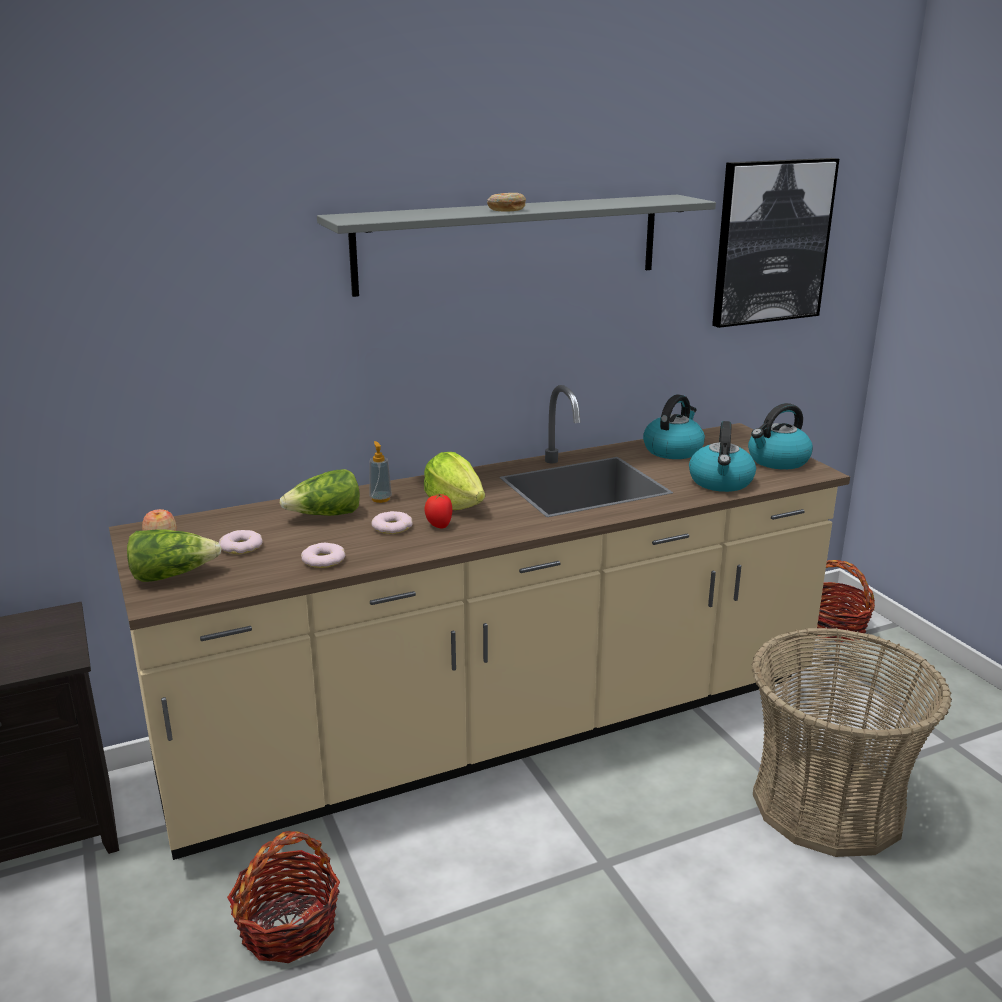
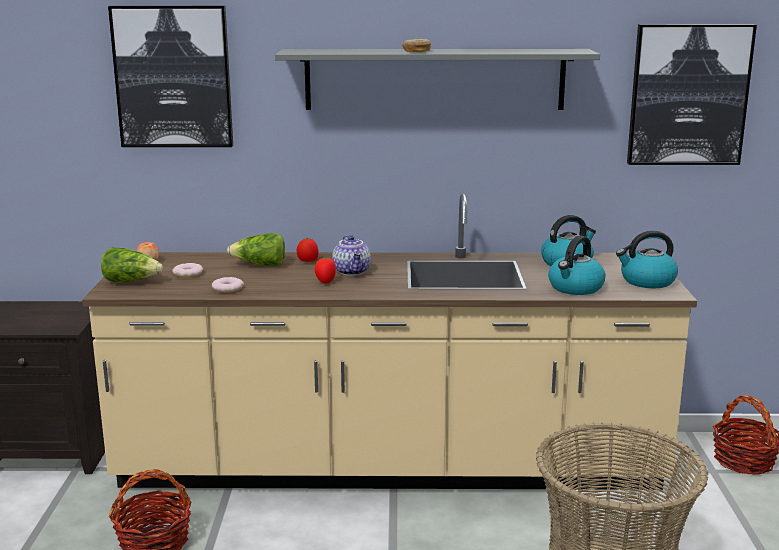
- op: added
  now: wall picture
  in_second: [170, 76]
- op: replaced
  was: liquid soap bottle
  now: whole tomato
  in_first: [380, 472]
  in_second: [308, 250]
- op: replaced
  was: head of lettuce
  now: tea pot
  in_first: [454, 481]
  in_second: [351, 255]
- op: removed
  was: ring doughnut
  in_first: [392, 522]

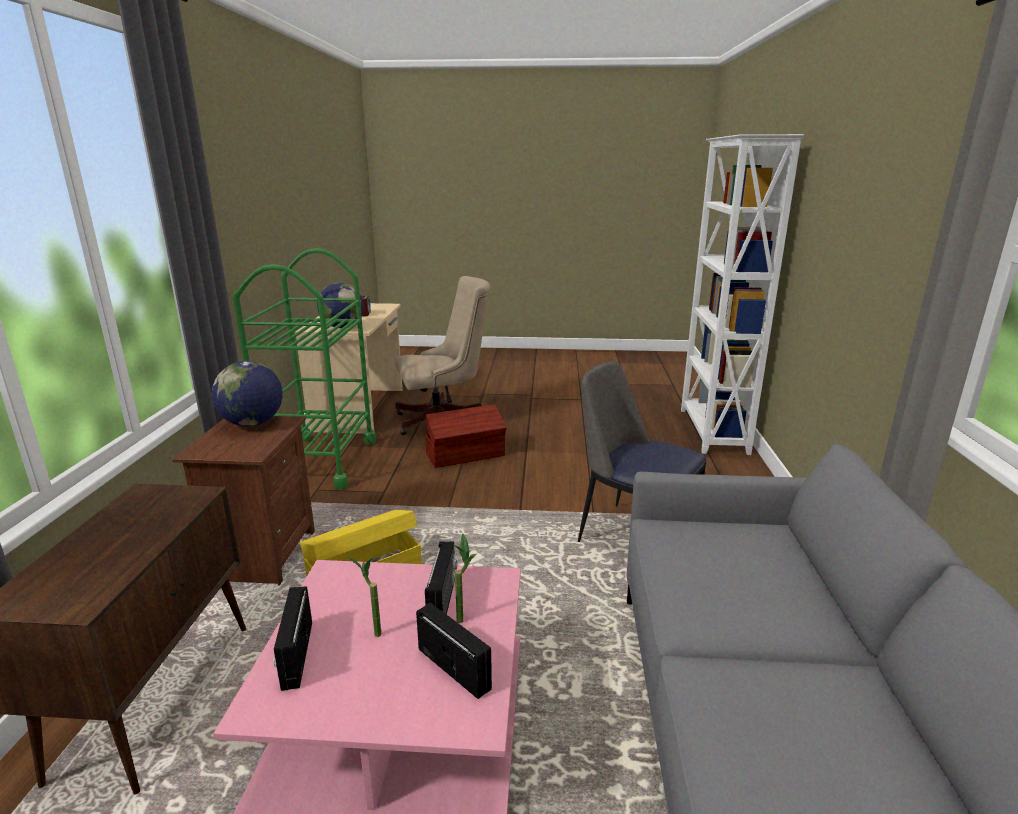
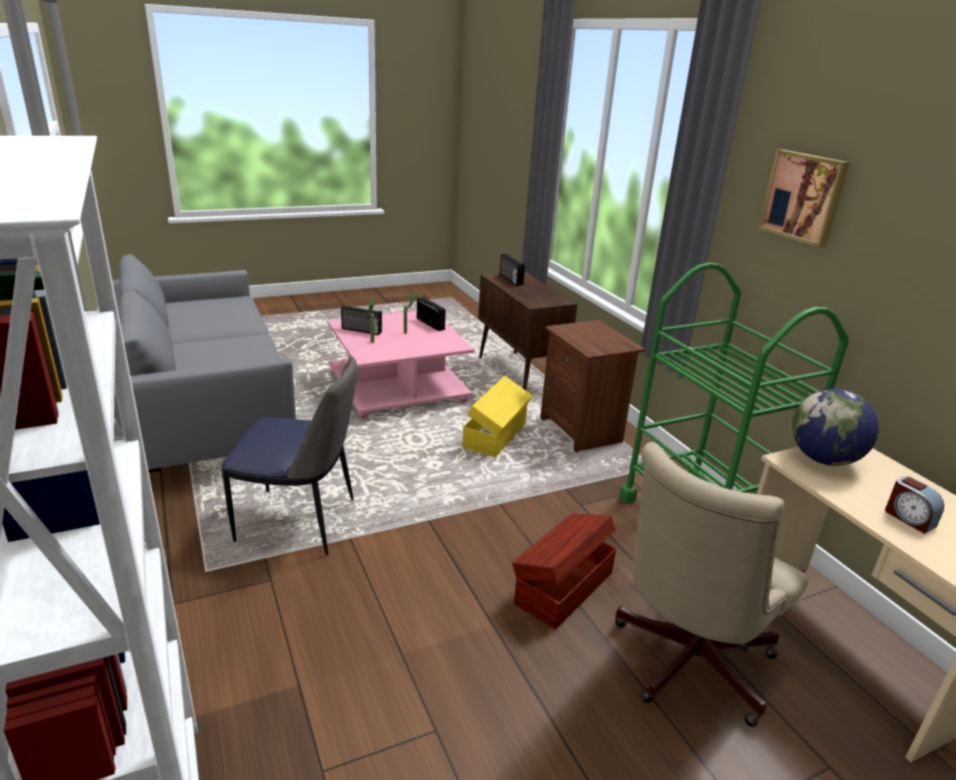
- op: moved
  was: radio receiver
  in_first: [441, 577]
  in_second: [512, 270]
- op: added
  now: wall picture
  in_second: [804, 198]
- op: removed
  was: desk globe
  in_first: [247, 394]

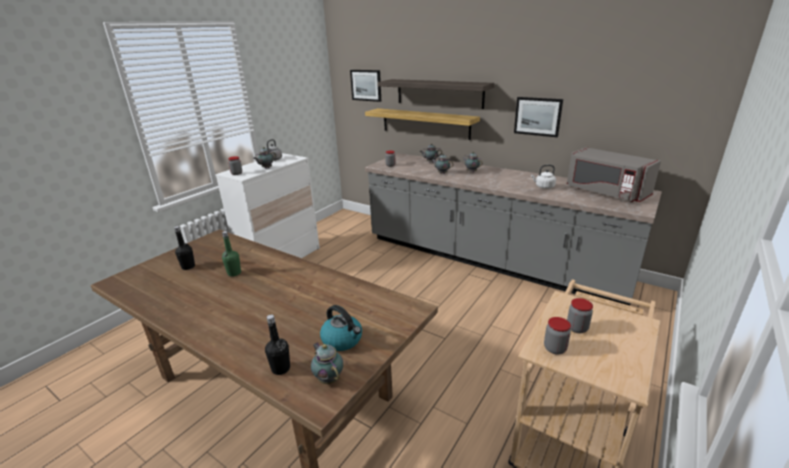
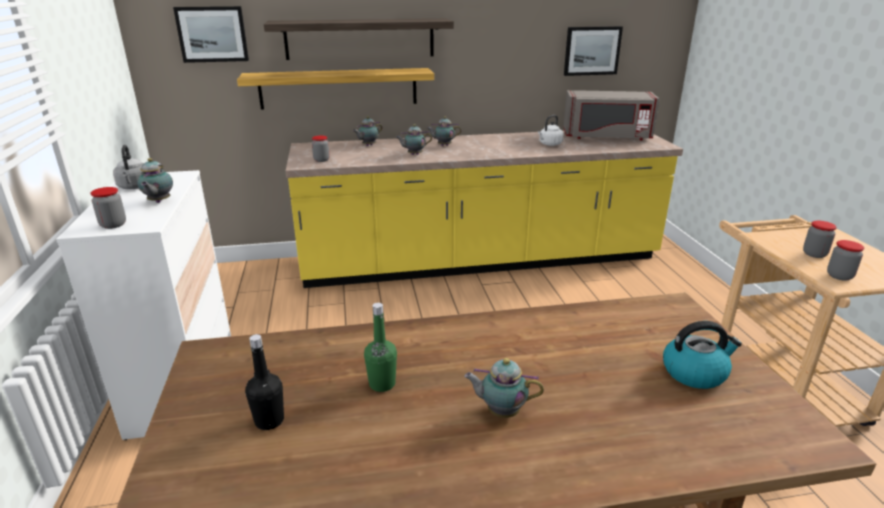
- op: recoloured
  was: gray counter
  now: yellow-coloured counter
  in_first: [513, 229]
  in_second: [484, 209]
- op: moved
  was: tea pot
  in_first: [327, 363]
  in_second: [504, 388]
- op: moved
  was: wall picture
  in_first: [538, 117]
  in_second: [593, 51]
- op: removed
  was: blackish bottle
  in_first: [277, 345]

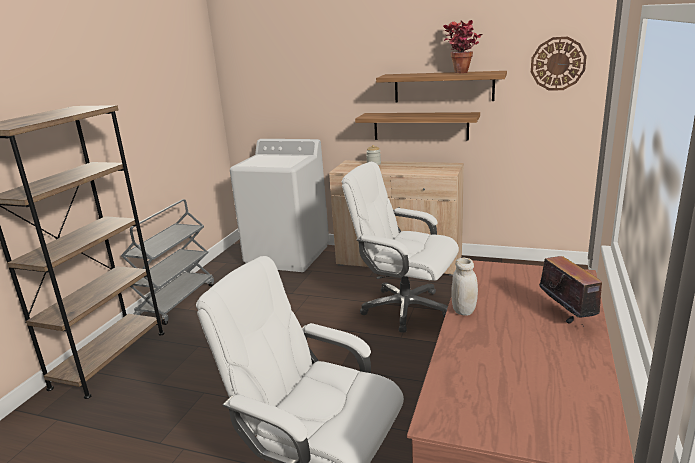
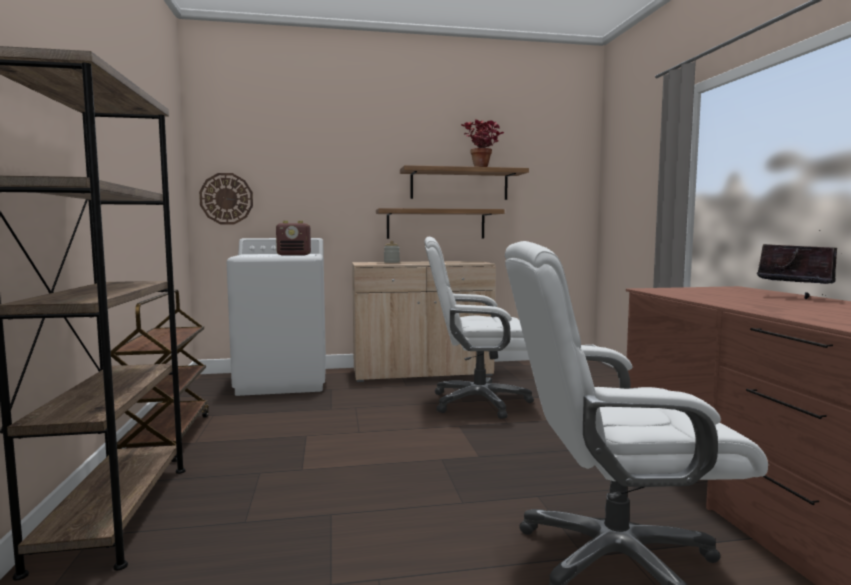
- op: recoloured
  was: gray cart
  now: brown cart
  in_first: [167, 262]
  in_second: [160, 376]
- op: moved
  was: wall clock
  in_first: [559, 64]
  in_second: [226, 198]
- op: added
  now: radio receiver
  in_second: [293, 238]
- op: removed
  was: whitish storage jar
  in_first: [464, 286]

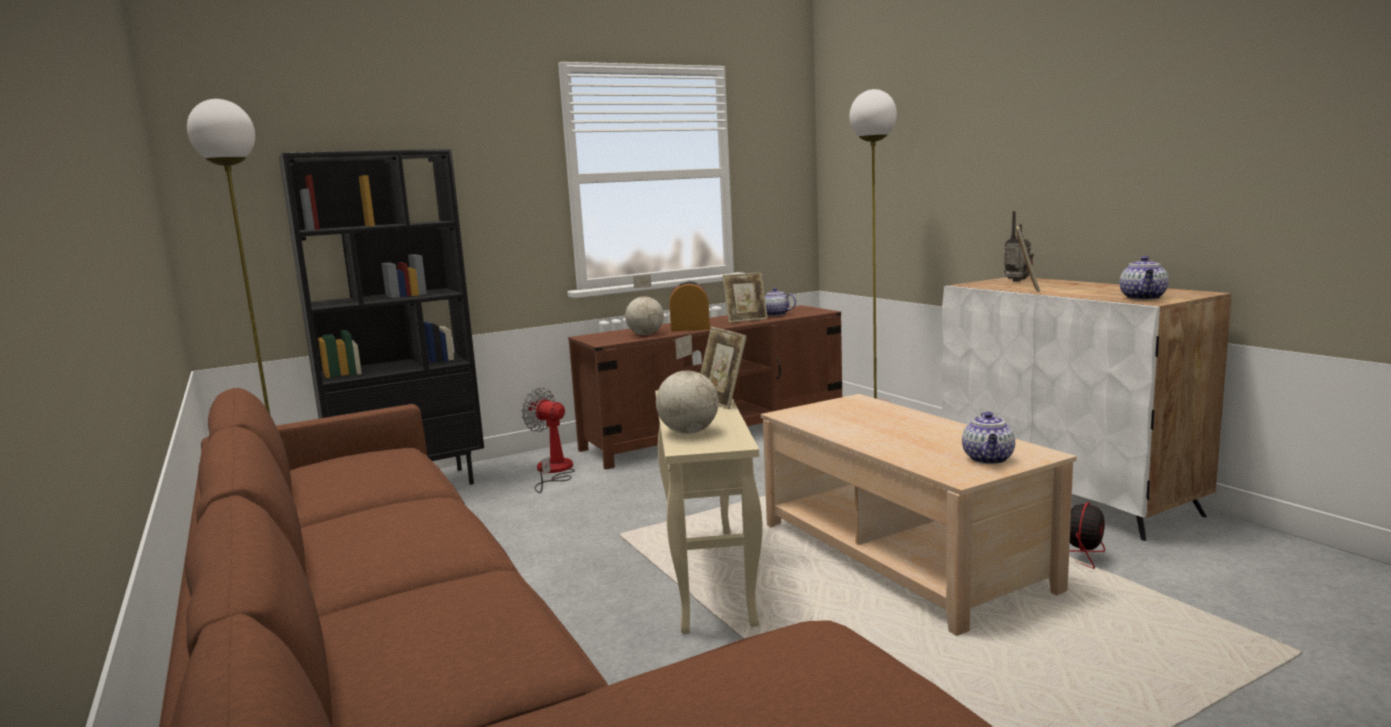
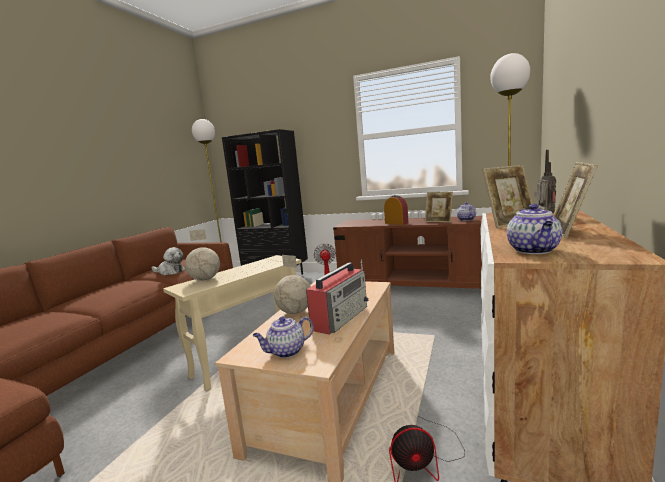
- op: added
  now: soft toy
  in_second: [168, 261]
- op: moved
  was: desk globe
  in_first: [644, 305]
  in_second: [292, 284]
- op: added
  now: radio receiver
  in_second: [337, 297]
- op: turned
  was: tea pot
  in_first: [1144, 278]
  in_second: [534, 229]
  clockwise: -60
- op: moved
  was: photo frame
  in_first: [723, 368]
  in_second: [576, 200]

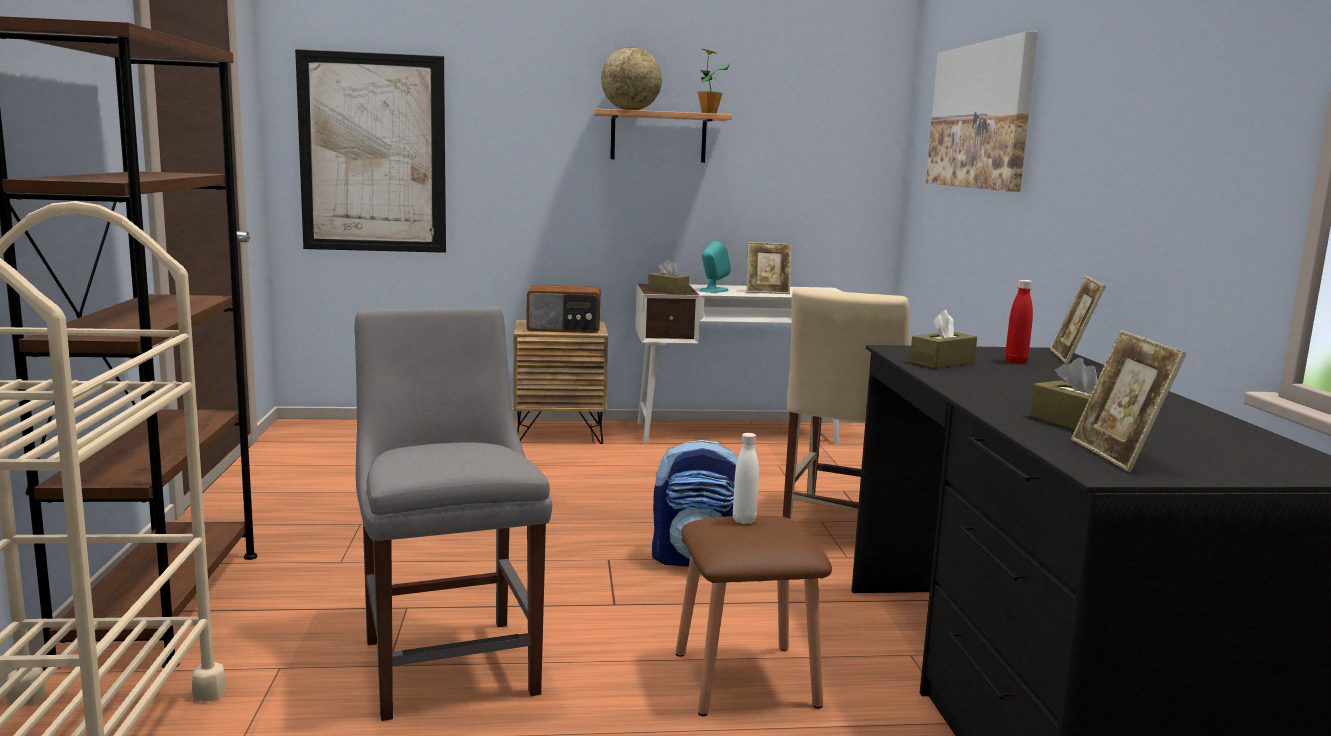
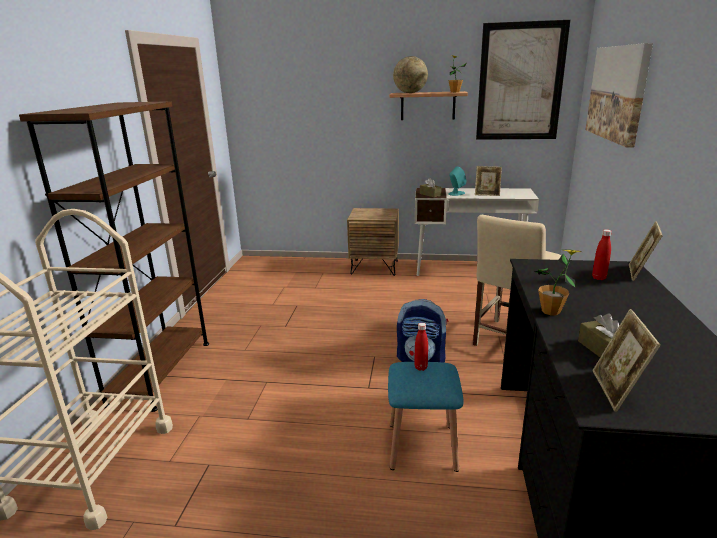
- op: recoloured
  was: brown sitting stool
  now: bluish sitting stool
  in_first: [754, 616]
  in_second: [426, 417]
- op: recoloured
  was: whitish bottle
  now: red bottle
  in_first: [746, 478]
  in_second: [421, 347]
- op: moved
  was: wall picture
  in_first: [370, 151]
  in_second: [523, 80]
- op: added
  now: plant in a pot
  in_second: [558, 282]
- op: removed
  was: gray chair
  in_first: [453, 514]
- op: removed
  was: radio receiver
  in_first: [564, 309]
- op: removed
  was: brown box of tissues
  in_first: [943, 339]

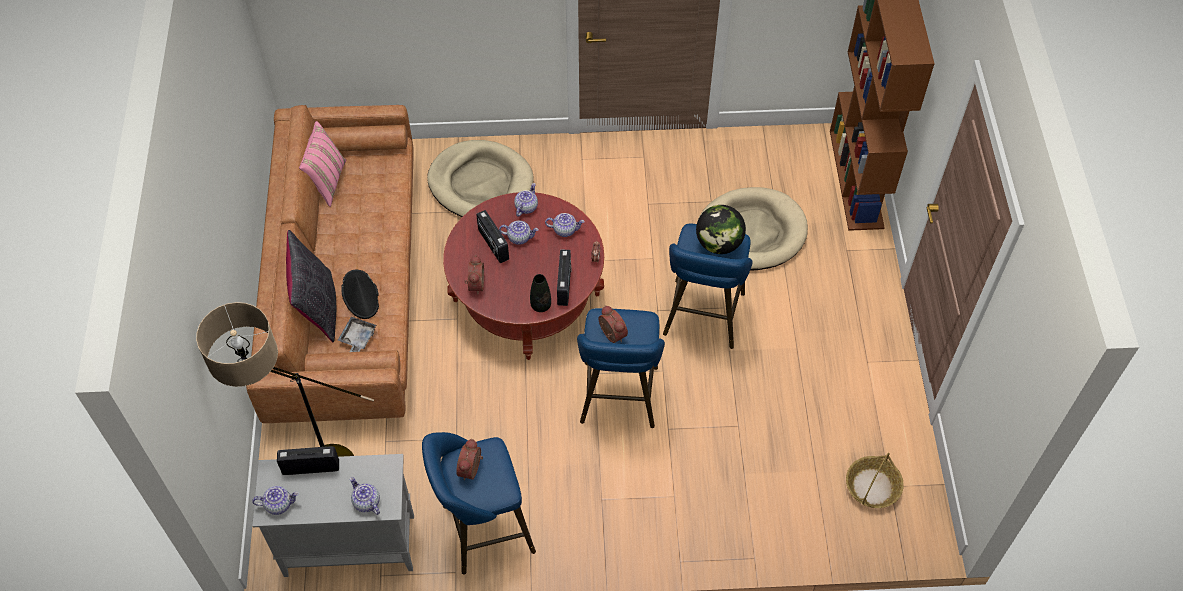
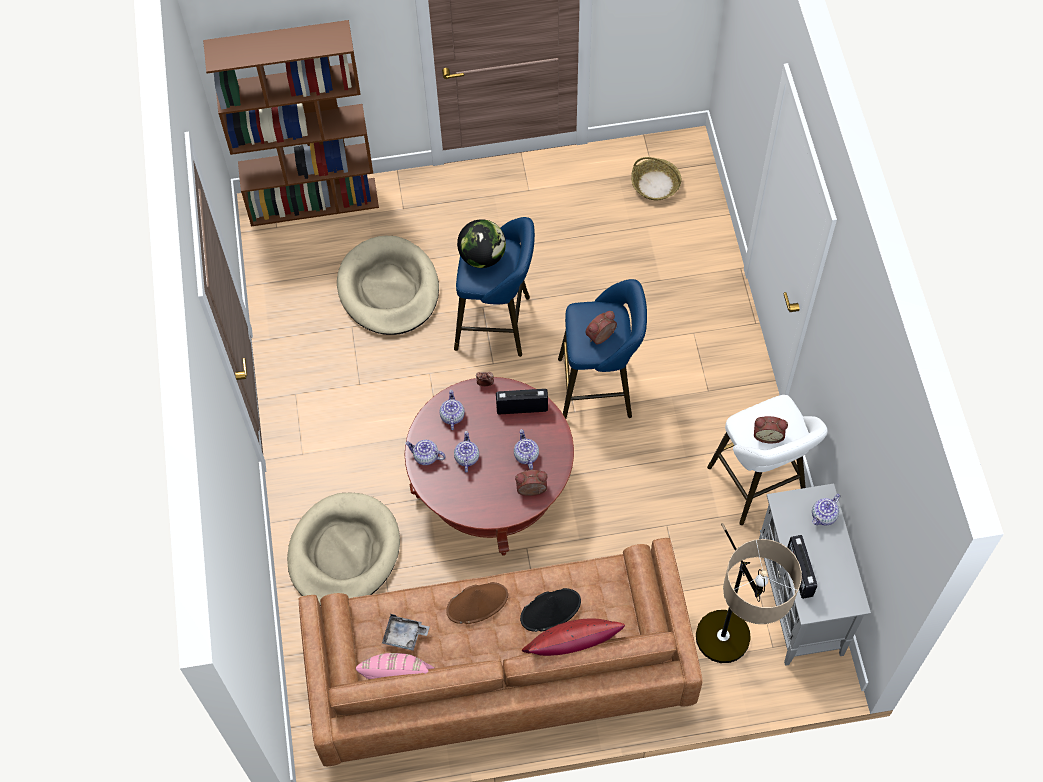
- op: moved
  was: gray carrying tray
  in_first: [357, 334]
  in_second: [405, 632]
- op: added
  now: brown wearable hat
  in_second: [477, 603]
- op: moved
  was: tea pot
  in_first: [275, 500]
  in_second: [526, 449]
- op: recoloured
  was: blackish cushion
  now: red cushion
  in_first: [311, 286]
  in_second: [573, 637]
- op: recoloured
  was: bluish sitting stool
  now: whitish sitting stool
  in_first: [479, 503]
  in_second: [767, 460]
- op: removed
  was: radio receiver
  in_first: [492, 236]
- op: removed
  was: blackish decorative vase
  in_first: [540, 293]

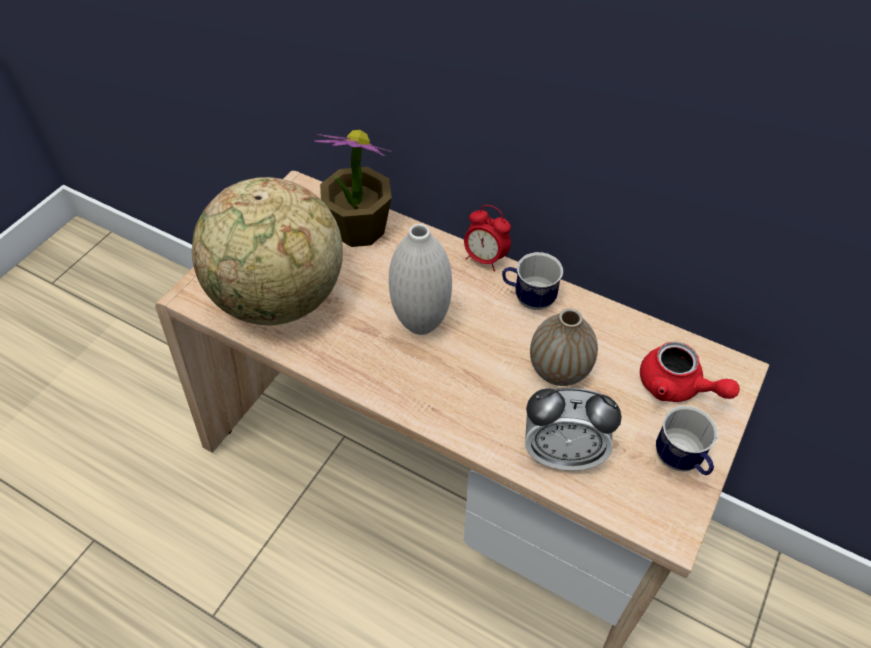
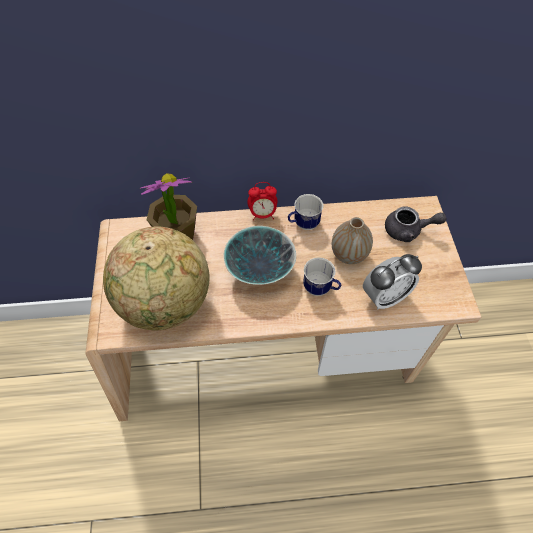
- op: replaced
  was: whitish decorative vase
  now: bowl
  in_first: [420, 279]
  in_second: [259, 255]
- op: moved
  was: coffee mug
  in_first: [687, 440]
  in_second: [322, 277]
- op: recoloured
  was: red tea pot
  now: gray tea pot
  in_first: [690, 372]
  in_second: [416, 224]

